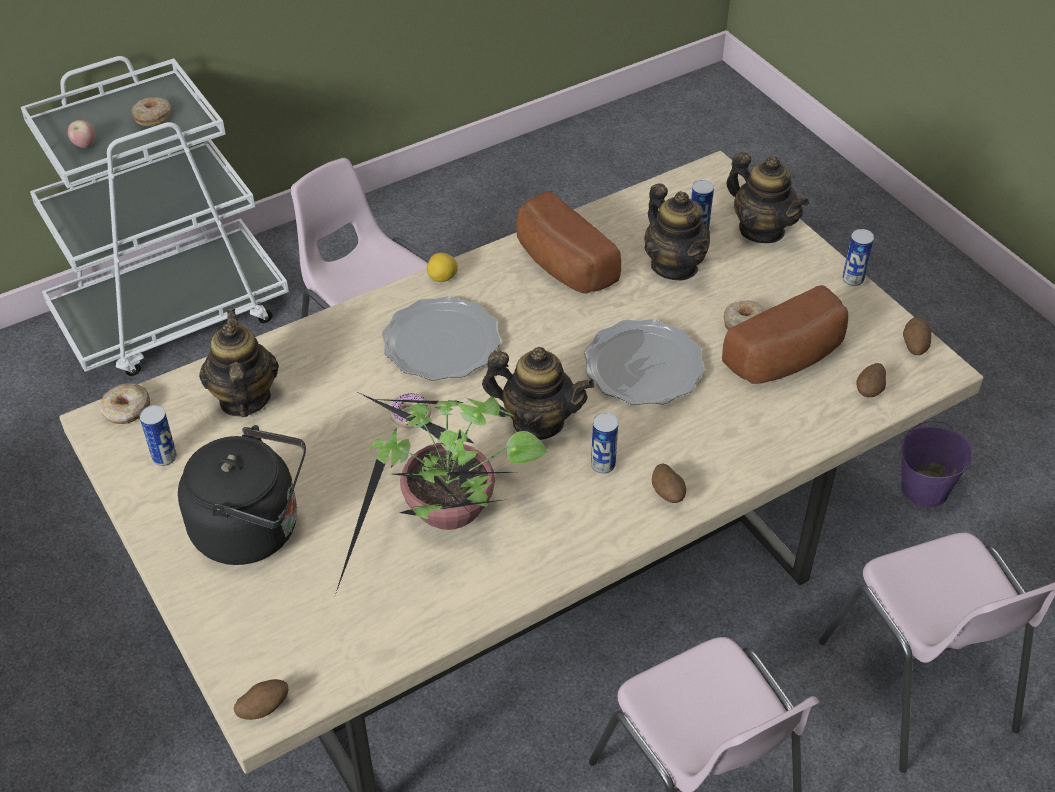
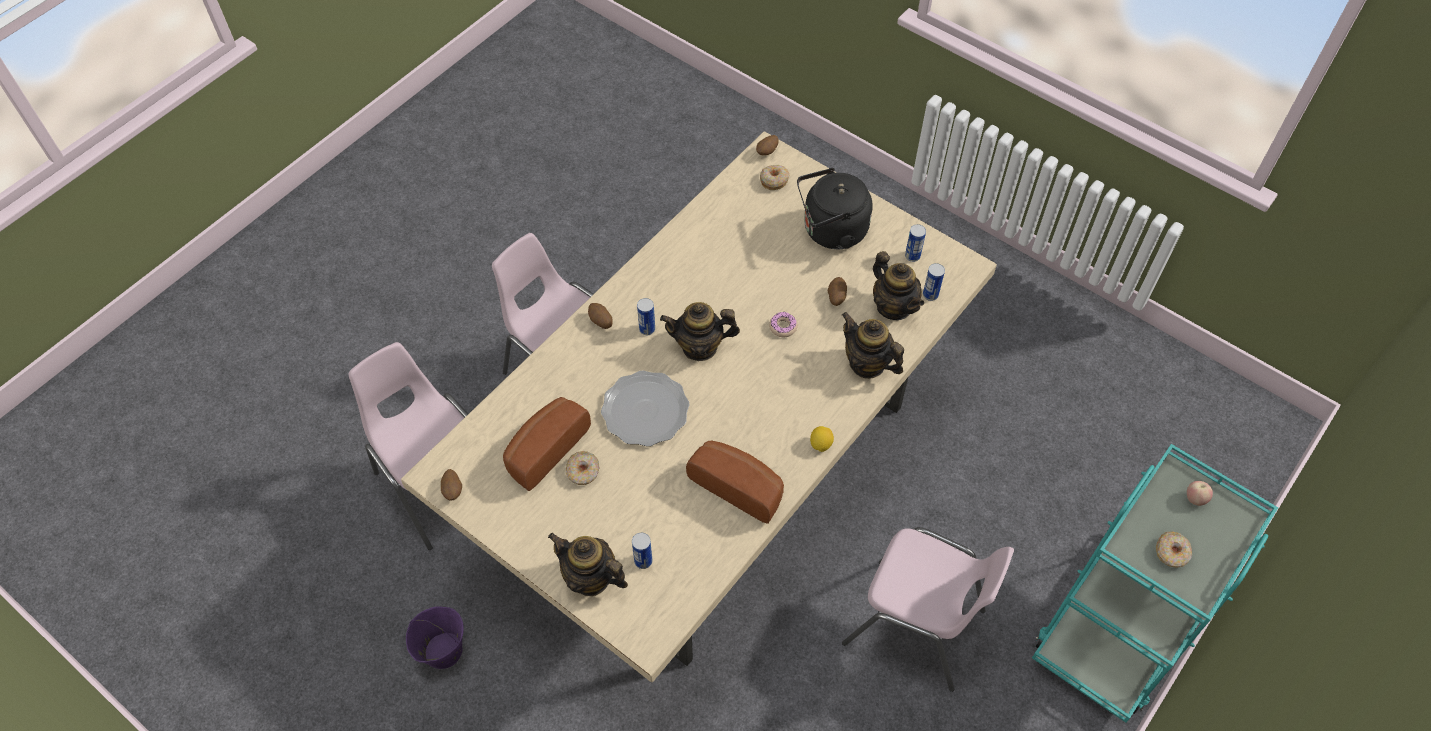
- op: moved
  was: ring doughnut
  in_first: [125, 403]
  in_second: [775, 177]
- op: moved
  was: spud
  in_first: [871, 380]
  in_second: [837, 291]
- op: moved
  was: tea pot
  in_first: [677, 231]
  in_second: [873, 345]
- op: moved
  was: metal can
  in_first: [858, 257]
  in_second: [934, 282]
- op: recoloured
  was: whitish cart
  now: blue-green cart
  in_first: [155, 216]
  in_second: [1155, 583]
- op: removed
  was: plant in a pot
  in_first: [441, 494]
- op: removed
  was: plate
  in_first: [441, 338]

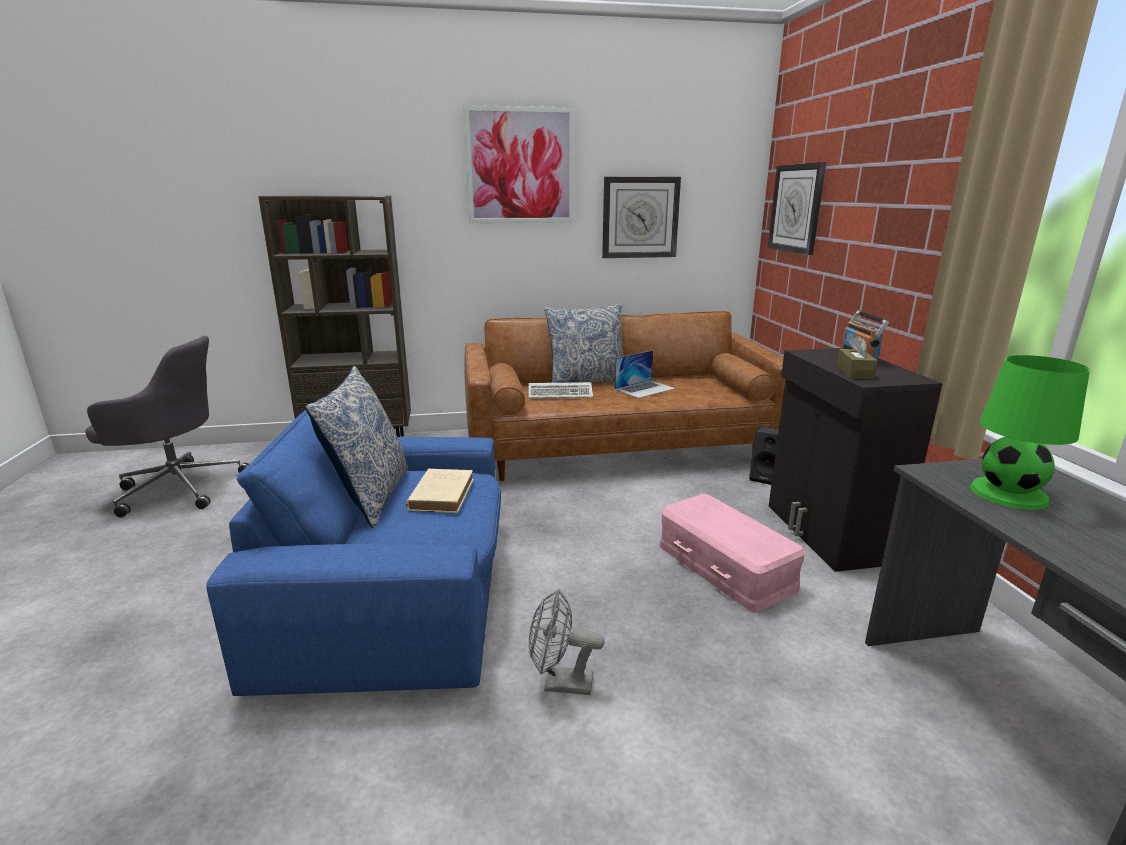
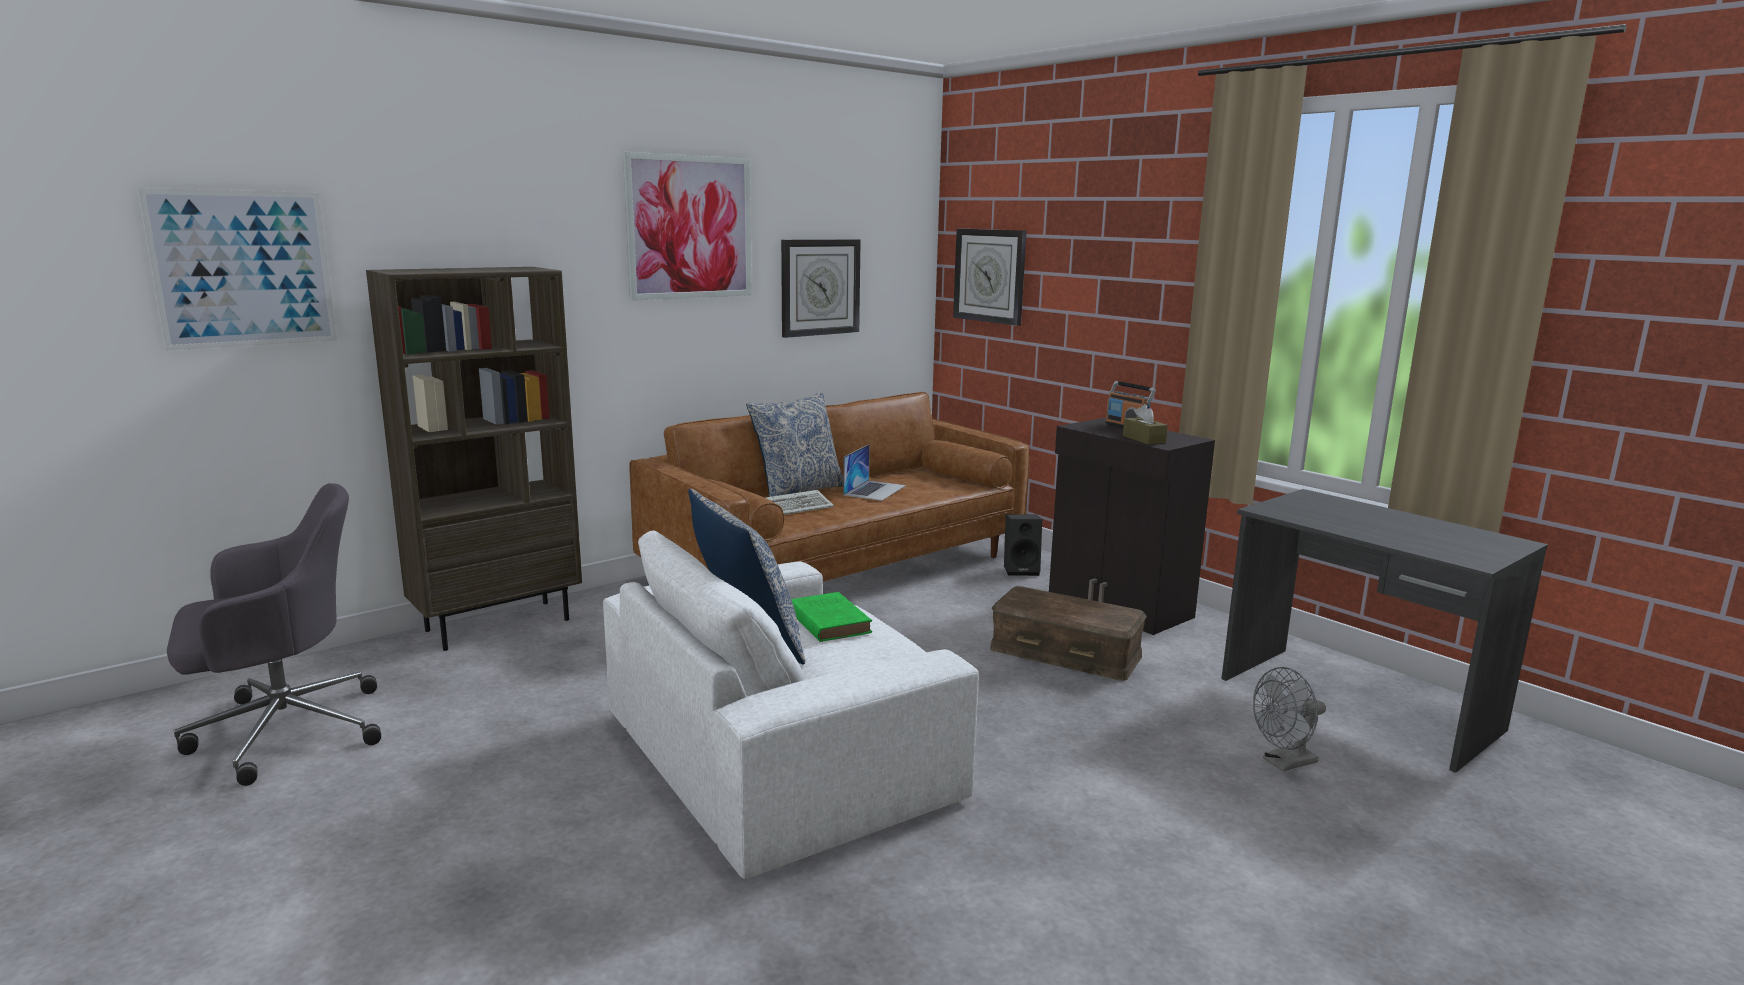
- op: added
  now: wall picture
  in_second: [237, 269]
- op: recoloured
  was: bluish lounge chair
  now: whitish lounge chair
  in_first: [353, 546]
  in_second: [791, 705]
- op: recoloured
  was: beige bound book
  now: greenish bound book
  in_first: [440, 491]
  in_second: [831, 617]
- op: recoloured
  was: pink storage bin
  now: brown storage bin
  in_first: [732, 553]
  in_second: [1068, 633]
- op: moved
  was: gray electric fan
  in_first: [567, 642]
  in_second: [1289, 719]
- op: removed
  was: greenish table lamp
  in_first: [1030, 432]

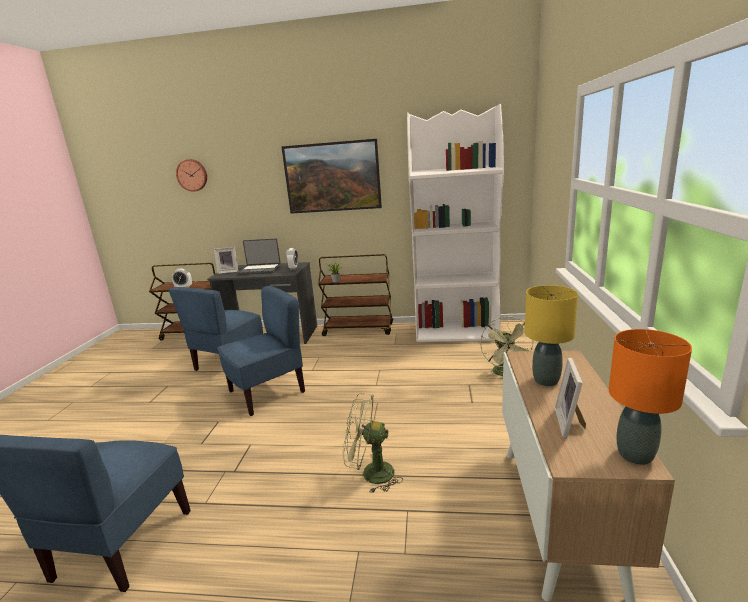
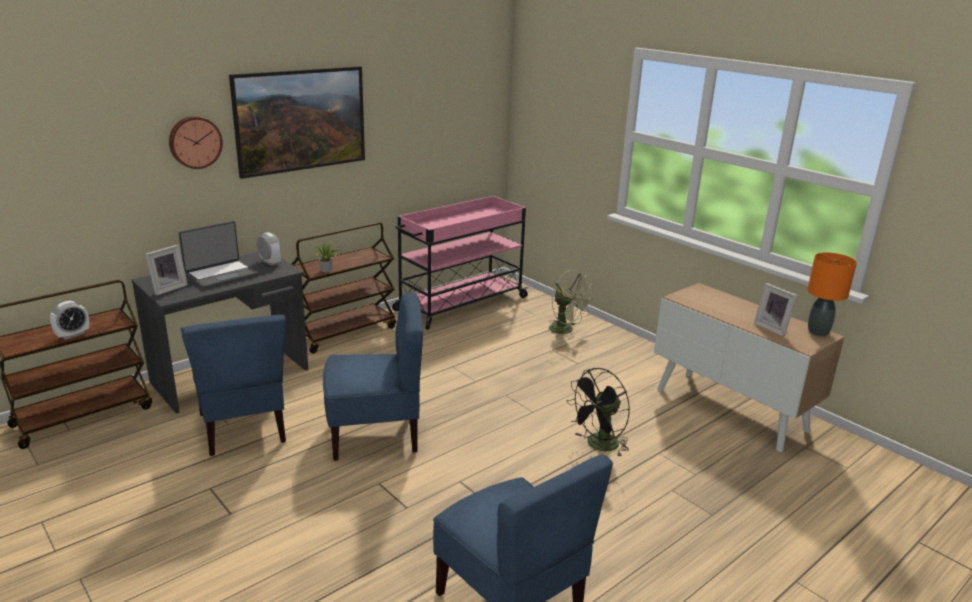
- op: moved
  was: wall clock
  in_first: [191, 175]
  in_second: [196, 142]
- op: turned
  was: bluish chair
  in_first: [261, 351]
  in_second: [373, 376]
  clockwise: 75
- op: replaced
  was: whitish shelving unit
  now: pink cart
  in_first: [455, 223]
  in_second: [460, 263]
- op: recoloured
  was: greenish electric fan
  now: blackish electric fan
  in_first: [373, 443]
  in_second: [598, 412]
- op: removed
  was: yellow-coloured table lamp
  in_first: [551, 335]

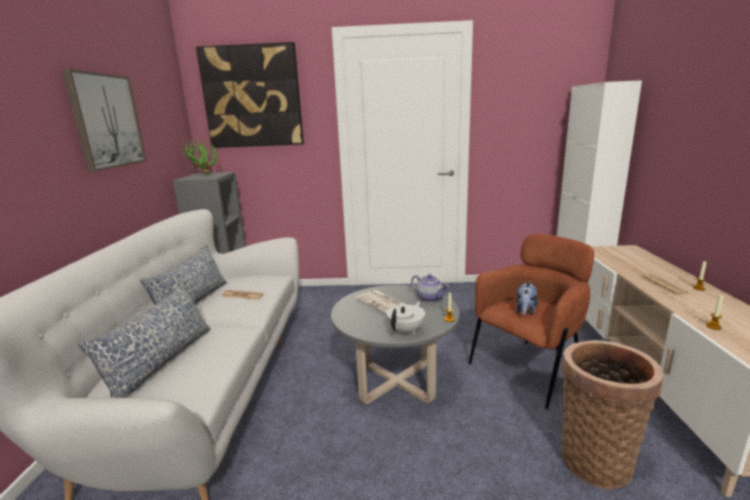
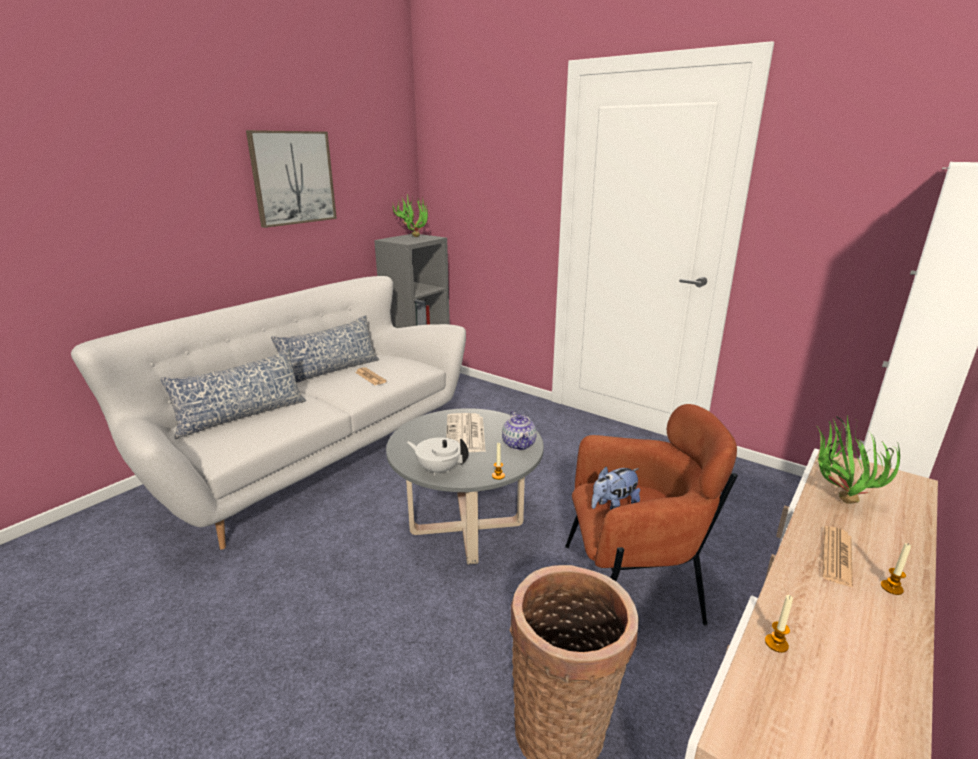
- op: turned
  was: whitish tea pot
  in_first: [405, 318]
  in_second: [438, 456]
  clockwise: -135
- op: added
  now: plant in a pot
  in_second: [858, 460]
- op: removed
  was: wall picture
  in_first: [250, 95]

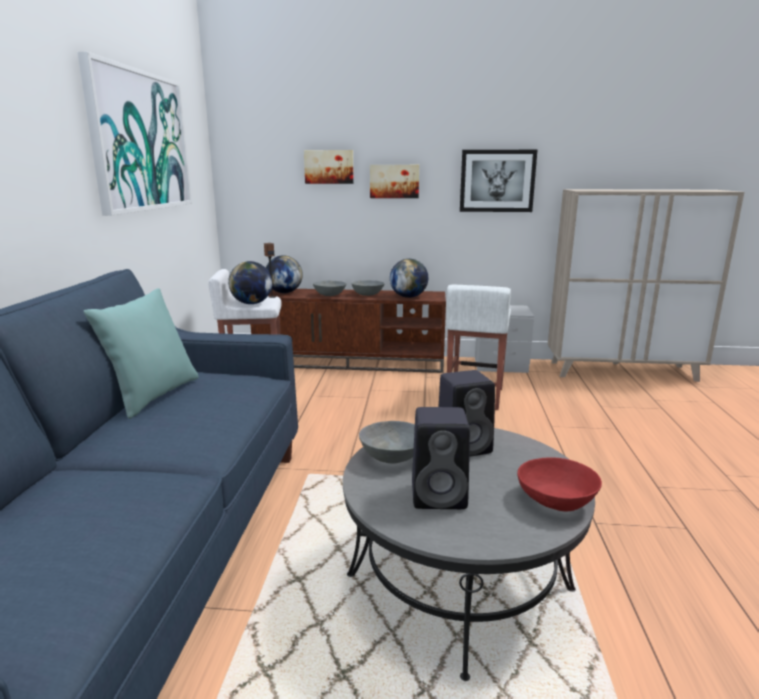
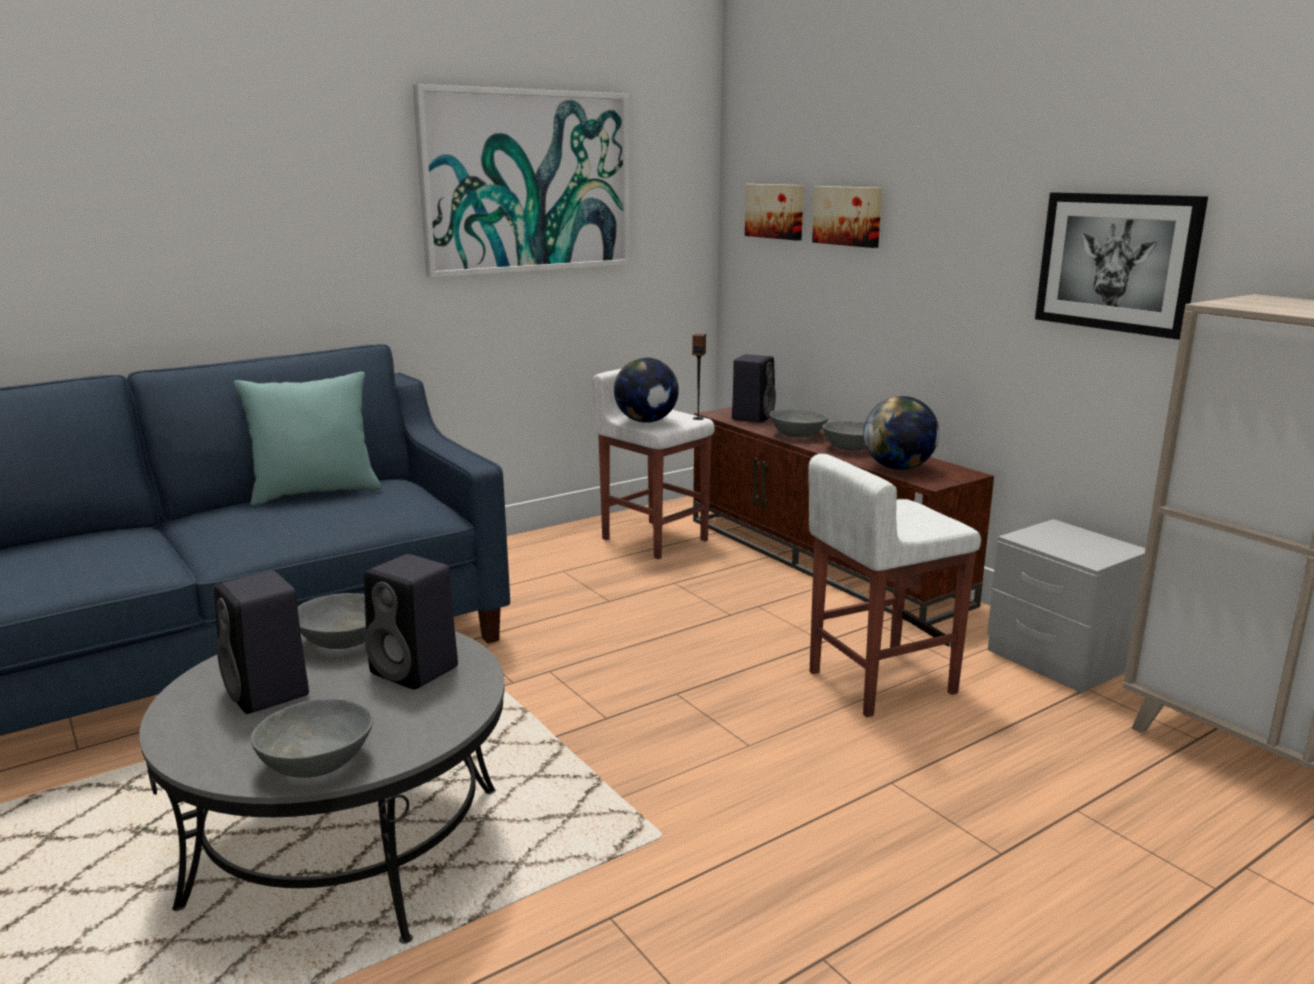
- op: recoloured
  was: red bowl
  now: gray bowl
  in_first: [559, 484]
  in_second: [312, 738]
- op: replaced
  was: desk globe
  now: blackish audio speaker
  in_first: [284, 274]
  in_second: [754, 388]
- op: moved
  was: wall picture
  in_first: [394, 181]
  in_second: [774, 212]

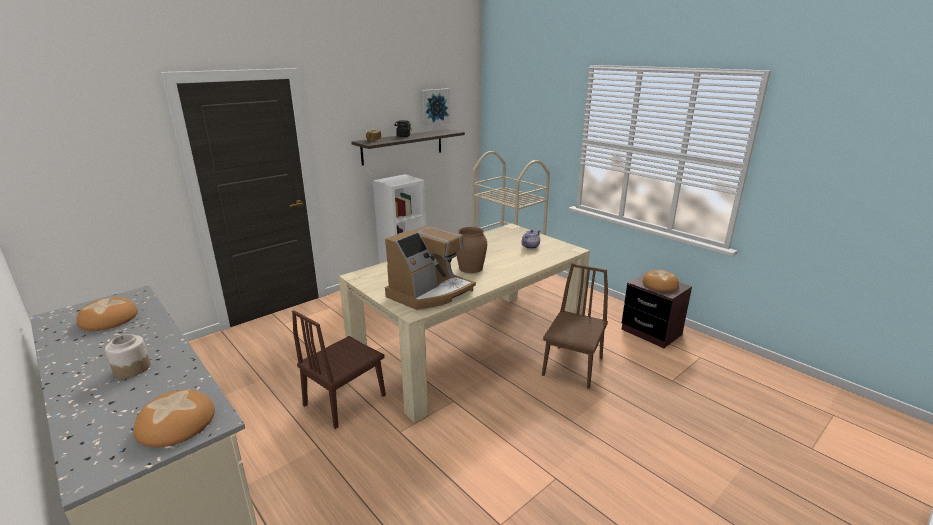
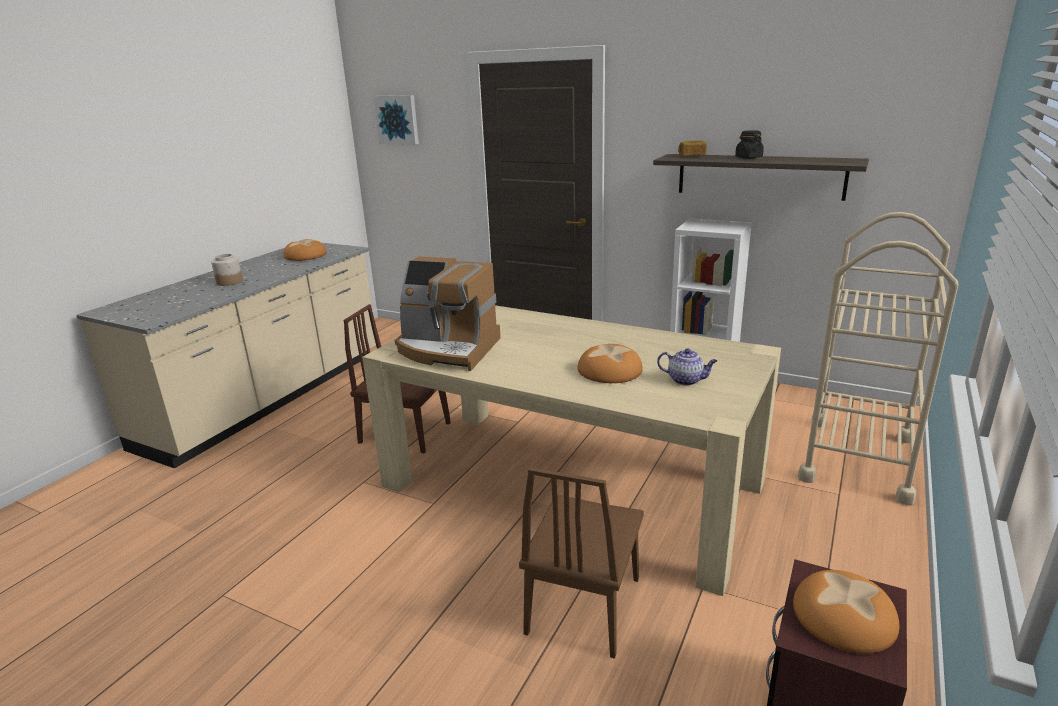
- op: moved
  was: wall picture
  in_first: [436, 107]
  in_second: [396, 120]
- op: turned
  was: brown chair
  in_first: [575, 326]
  in_second: [581, 563]
  clockwise: 105
- op: moved
  was: bakery bread
  in_first: [174, 418]
  in_second: [610, 363]
- op: removed
  was: brown decorative vase
  in_first: [472, 250]

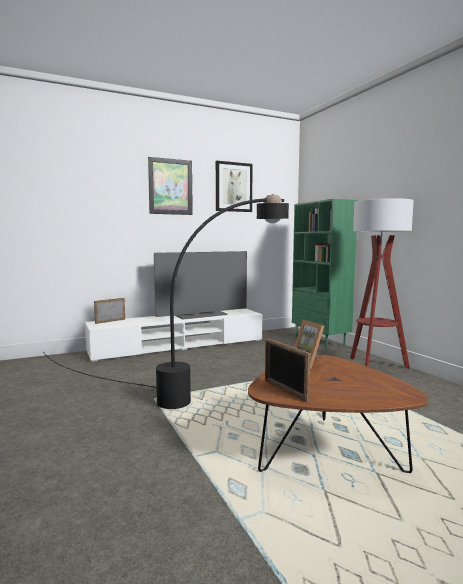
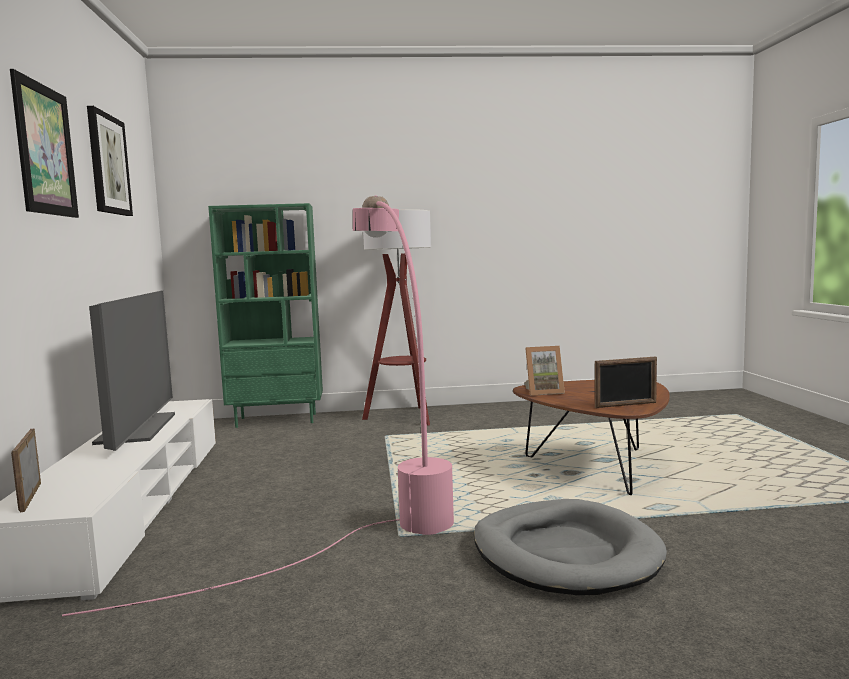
- op: recoloured
  was: blackish standing lamp
  now: pink standing lamp
  in_first: [166, 301]
  in_second: [258, 406]
- op: added
  now: gray dog bed
  in_second: [570, 547]

